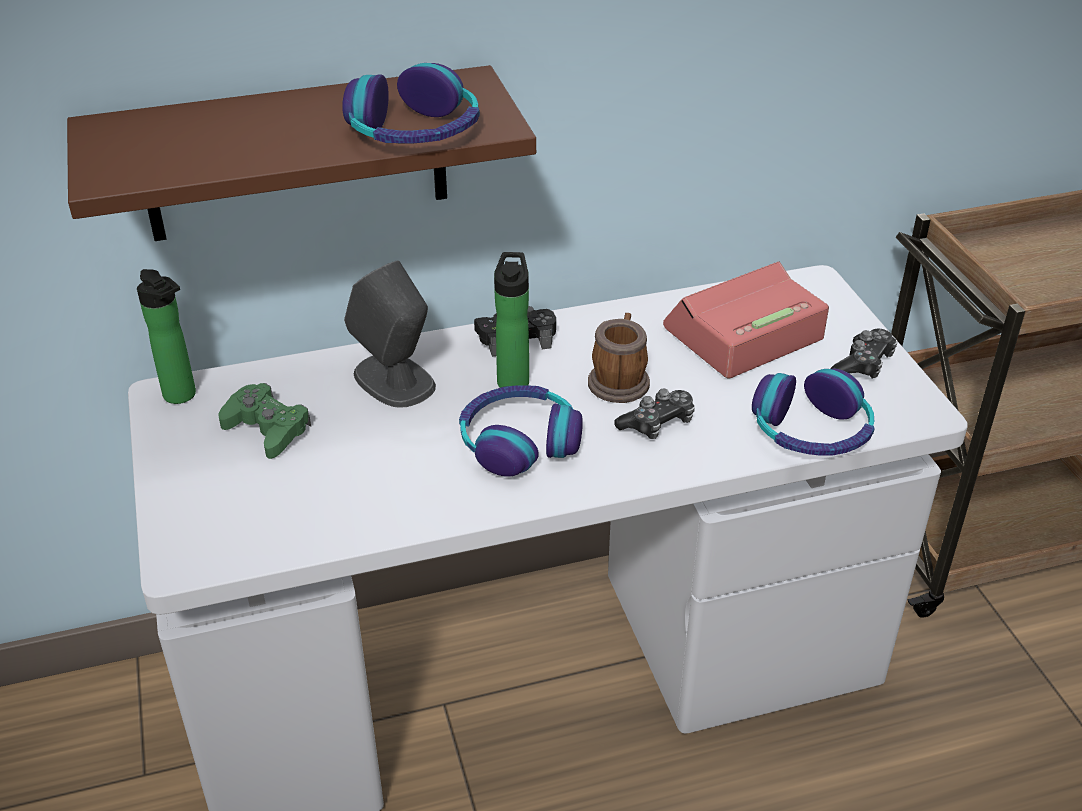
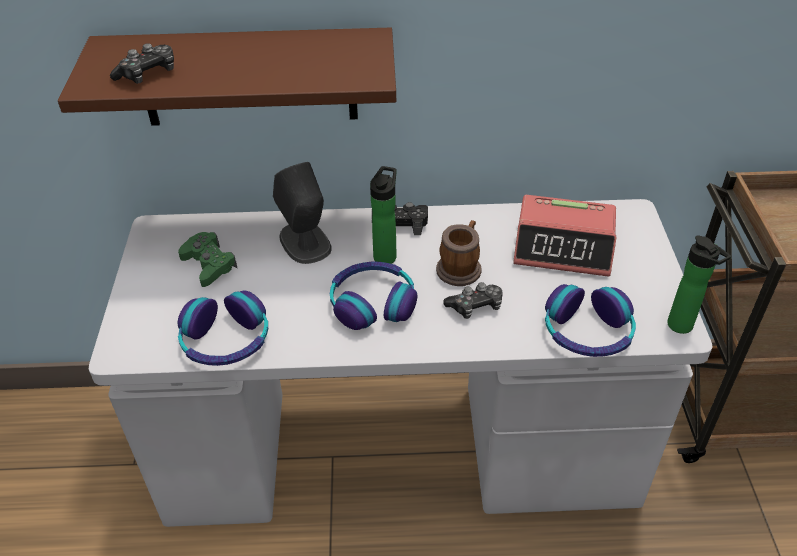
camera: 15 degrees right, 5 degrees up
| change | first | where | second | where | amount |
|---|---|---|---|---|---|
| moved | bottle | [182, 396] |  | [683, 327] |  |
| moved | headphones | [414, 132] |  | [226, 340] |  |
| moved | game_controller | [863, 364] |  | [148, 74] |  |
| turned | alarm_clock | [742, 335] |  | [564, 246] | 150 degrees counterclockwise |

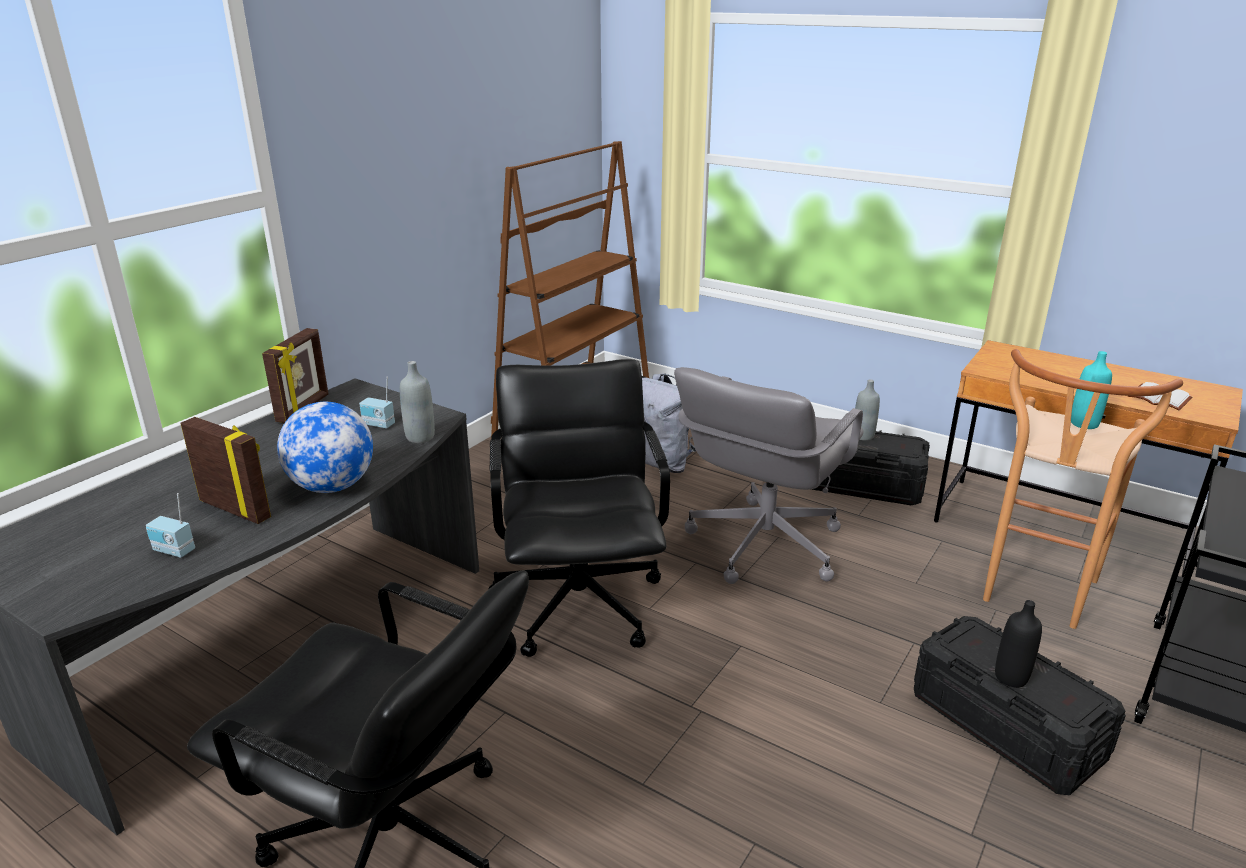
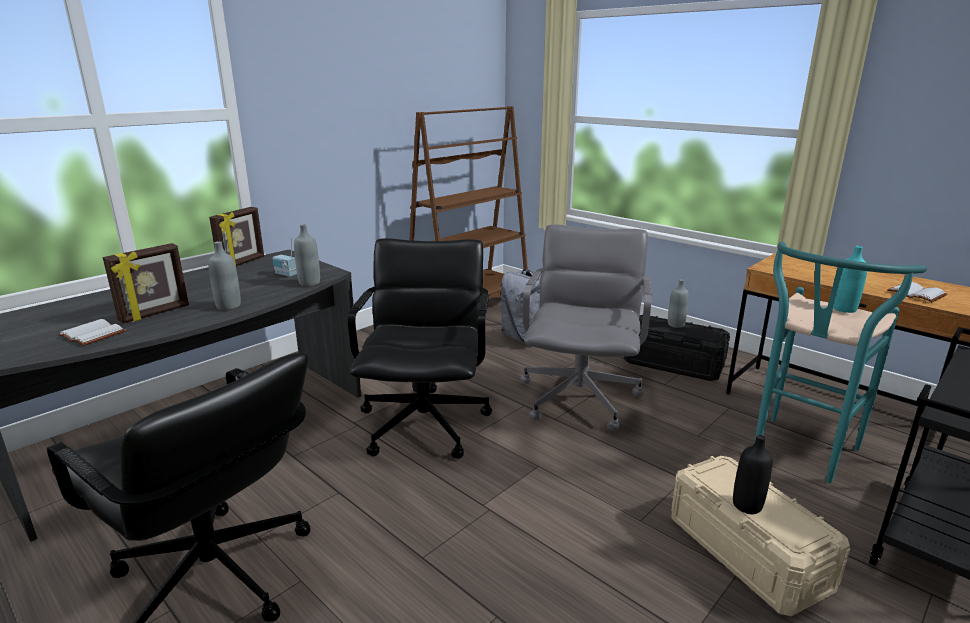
camera: 10 degrees right, 5 degrees down
| change | first | where | second | where | amount |
|---|---|---|---|---|---|
| replaced | radio | [173, 551] | white_book | [94, 334] |  |
| replaced | globe | [332, 487] | grey_bottle | [228, 306] |  |
| recoloured | black_storage_box | [1005, 726] | beige_storage_box | [746, 553] |  |
| recoloured | brown_stool | [1034, 595] | turquoise_stool | [799, 455] |  |
| turned | picture_frame | [236, 509] |  | [155, 314] | 90 degrees clockwise |
| turned | grey_office_chair | [762, 545] |  | [580, 397] | 150 degrees clockwise |

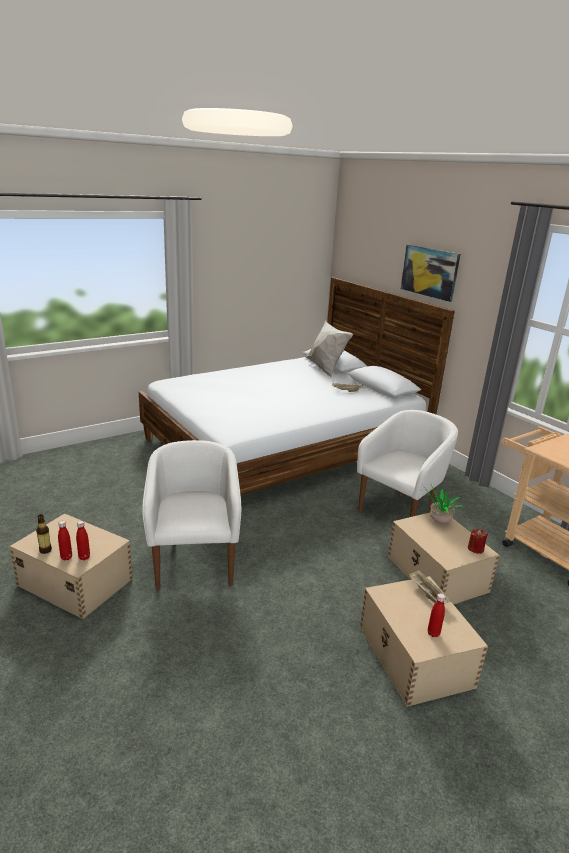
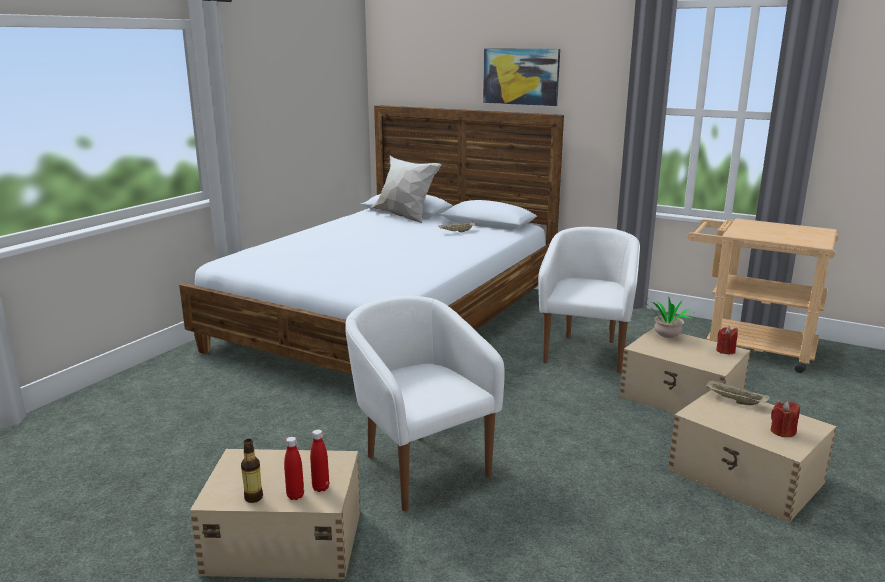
camera: 25 degrees left, 5 degrees down
| change | first | where | second | where | amount |
|---|---|---|---|---|---|
| replaced | red_bottle | [433, 633] | red_candle | [782, 432] |  |

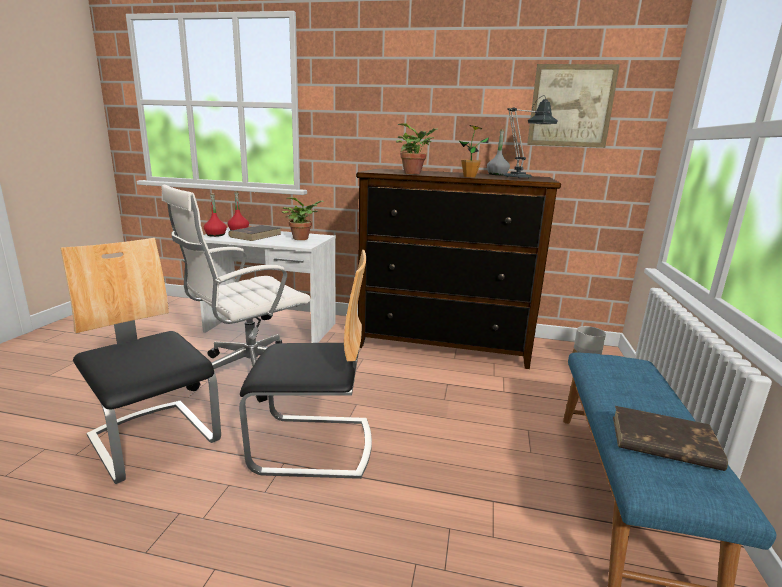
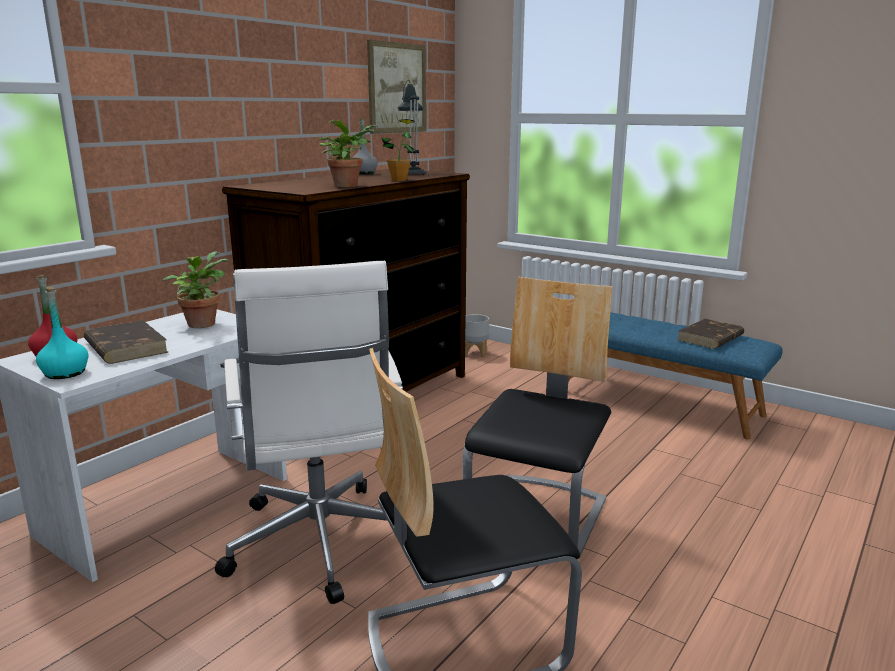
camera: 65 degrees left, 0 degrees up
| change | first | where | second | where | amount |
|---|---|---|---|---|---|
| recoloured | red_bottle | [215, 235] | turquoise_bottle | [65, 373] |  |

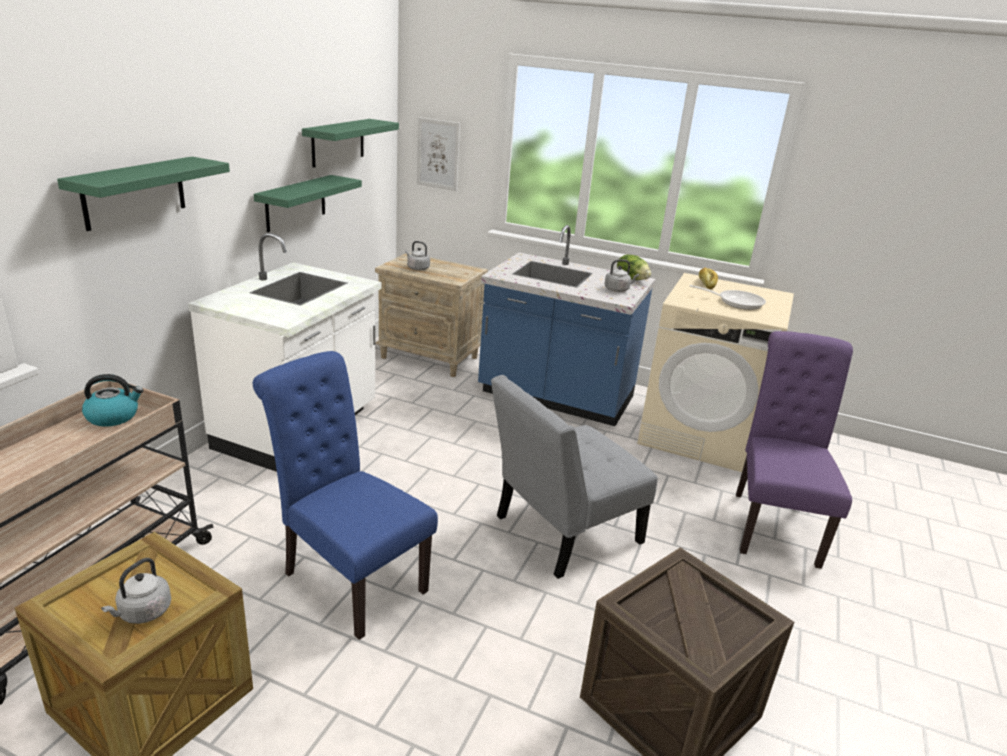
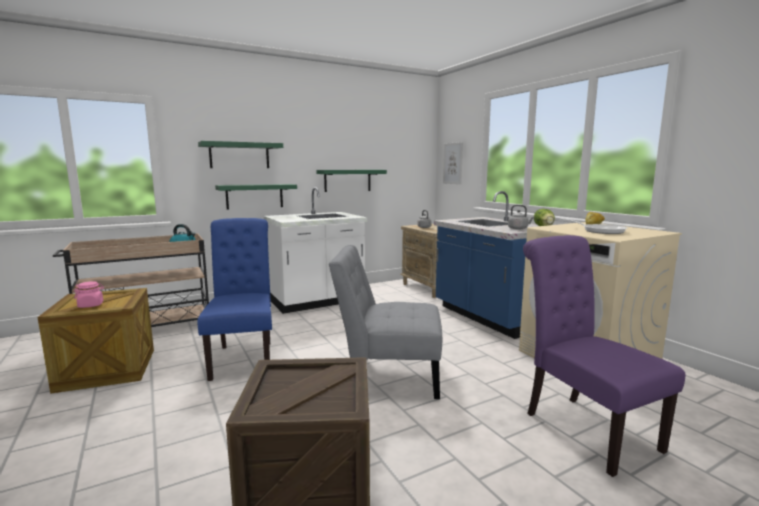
camera: 40 degrees right, 15 degrees down
| change | first | where | second | where | amount |
|---|---|---|---|---|---|
| moved | green_shelf | [338, 142] |  | [254, 196] |  |
| replaced | grey_kettle | [143, 613] | pink_jar | [91, 305] |  |
| turned | purple_chair | [773, 523] |  | [583, 427] | 75 degrees counterclockwise |

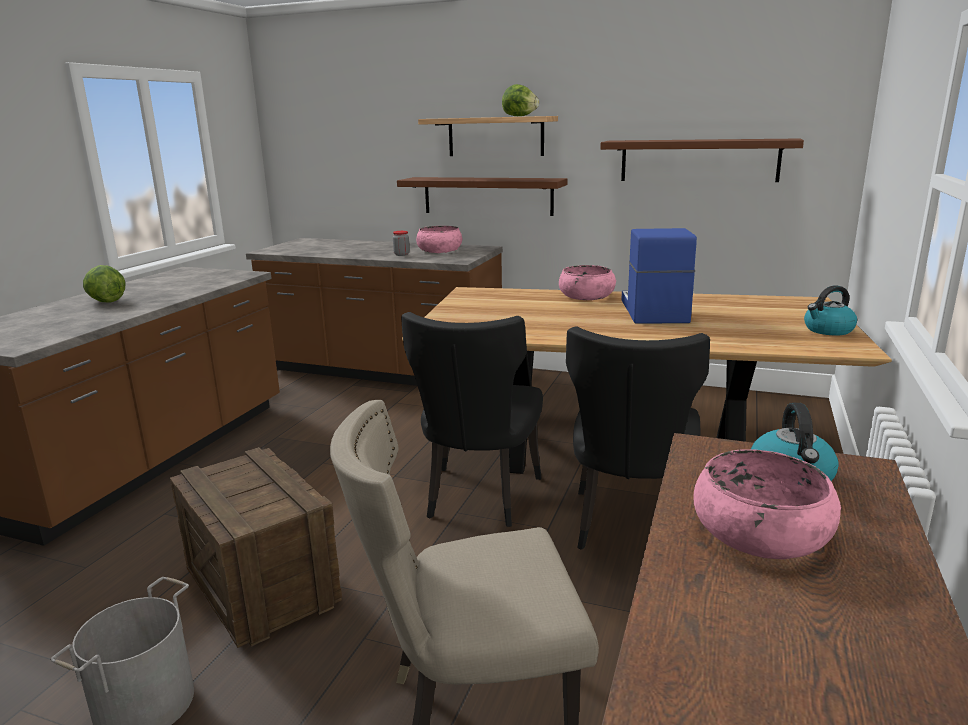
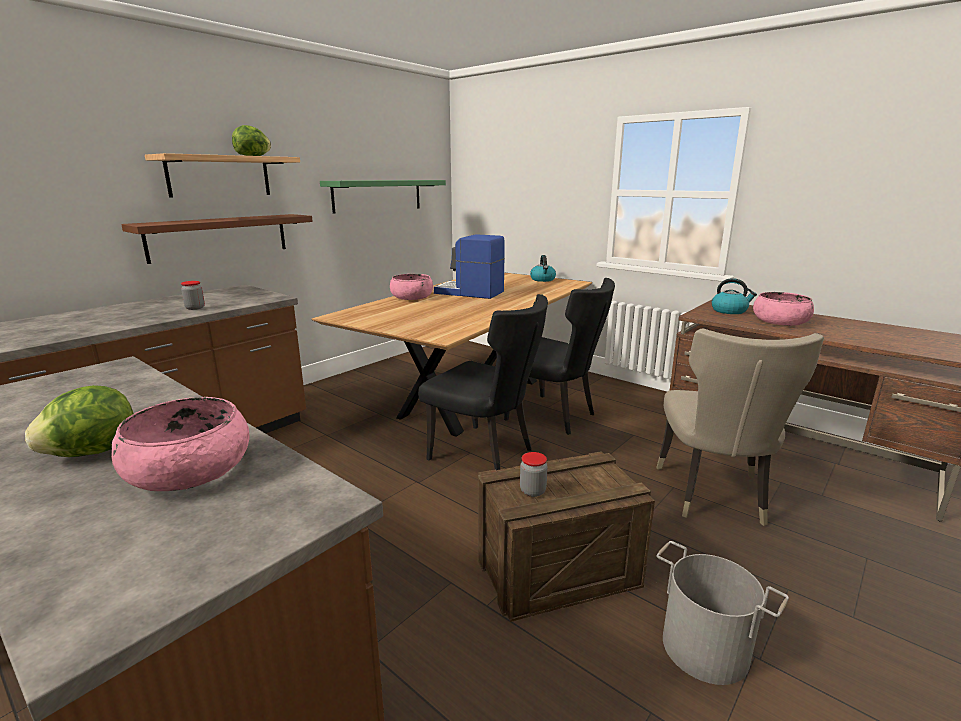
camera: 70 degrees left, 0 degrees up
| change | first | where | second | where | amount |
|---|---|---|---|---|---|
| added |  |  | jar | [532, 491] |  |
| moved | pink_bowl | [439, 251] |  | [189, 470] |  |
| recoloured | brown_shelf | [699, 160] | green_shelf | [378, 195] |  |

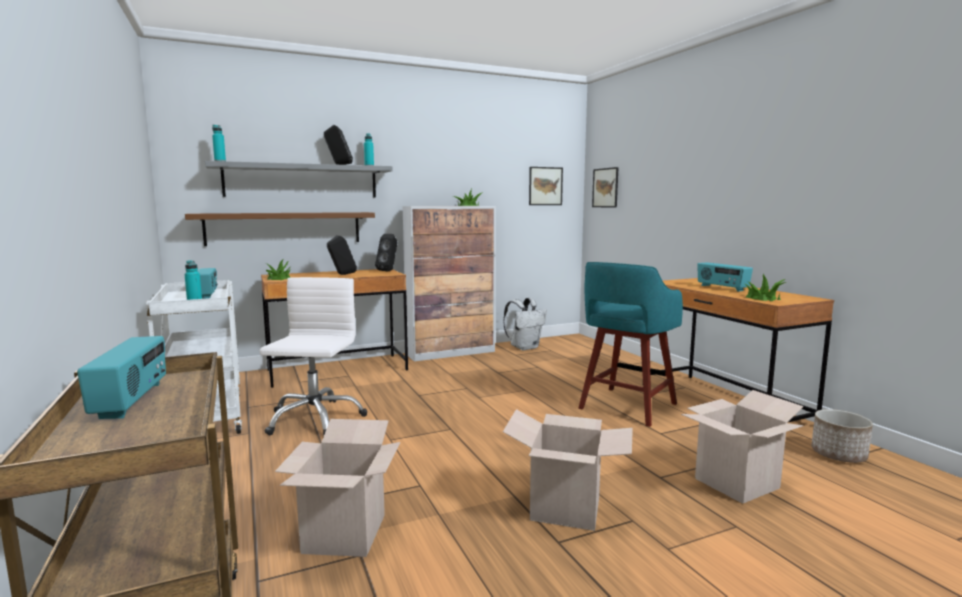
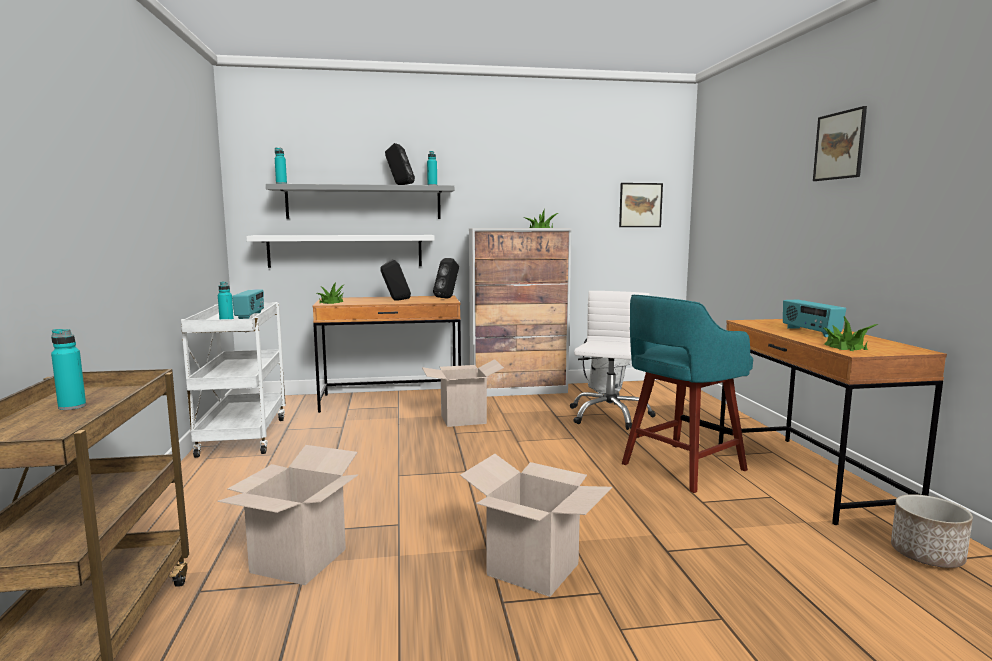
camera: 15 degrees right, 0 degrees up
| change | first | where | second | where | amount |
|---|---|---|---|---|---|
| moved | white_office_chair | [314, 419] |  | [609, 415] |  |
| moved | picture | [605, 187] |  | [839, 145] |  |
| moved | cardboard_box | [736, 483] |  | [463, 419] |  |
| replaced | radio | [132, 401] | turquoise_bottle | [72, 406] |  |
| recoloured | brown_shelf | [284, 228] | white_shelf | [345, 251] |  |

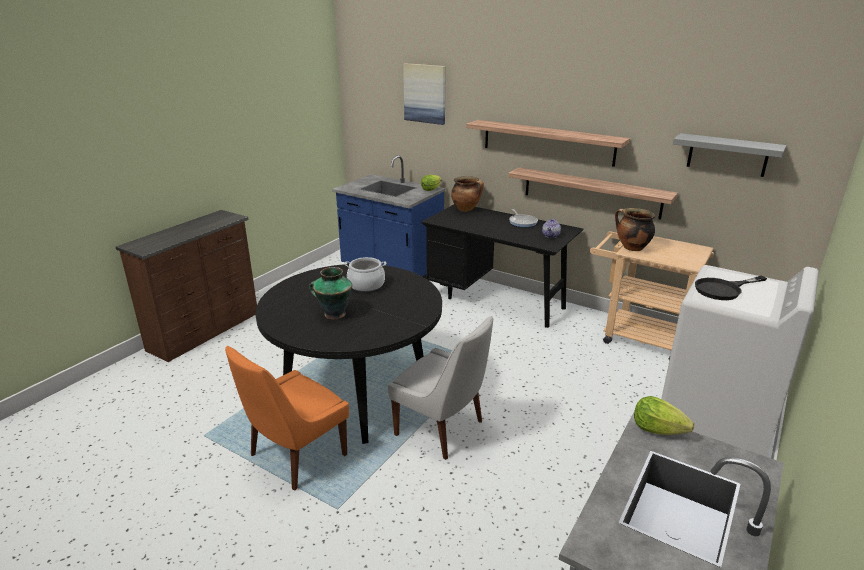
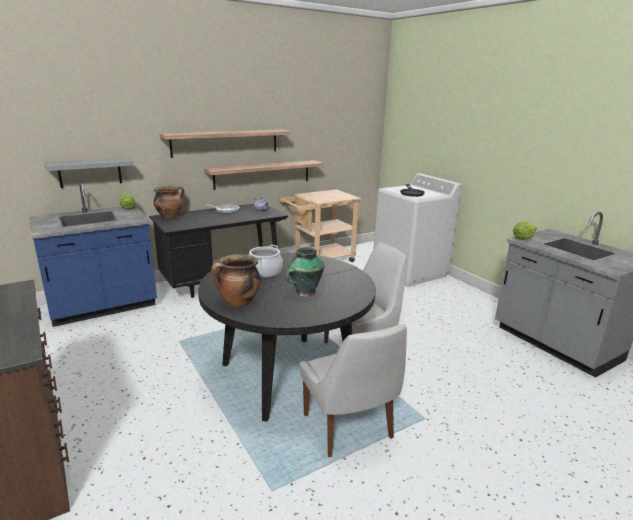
camera: 65 degrees left, 5 degrees down
| change | first | where | second | where | amount |
|---|---|---|---|---|---|
| removed | picture | [425, 93] |  |  |  |
| moved | cooking_pot | [631, 248] |  | [238, 303] |  |
| moved | grey_shelf | [727, 155] |  | [90, 172] |  |
| recoloured | orange_chair | [295, 457] | white_chair | [349, 428] |  |

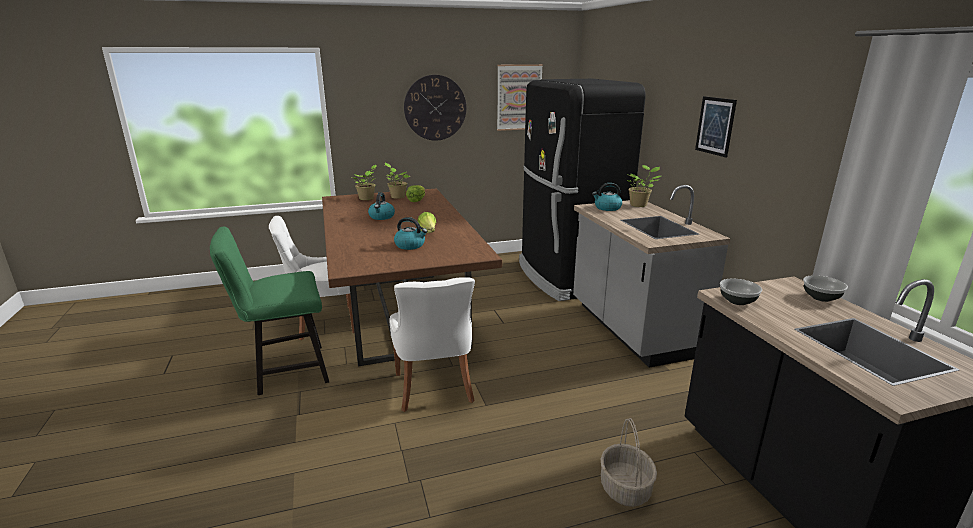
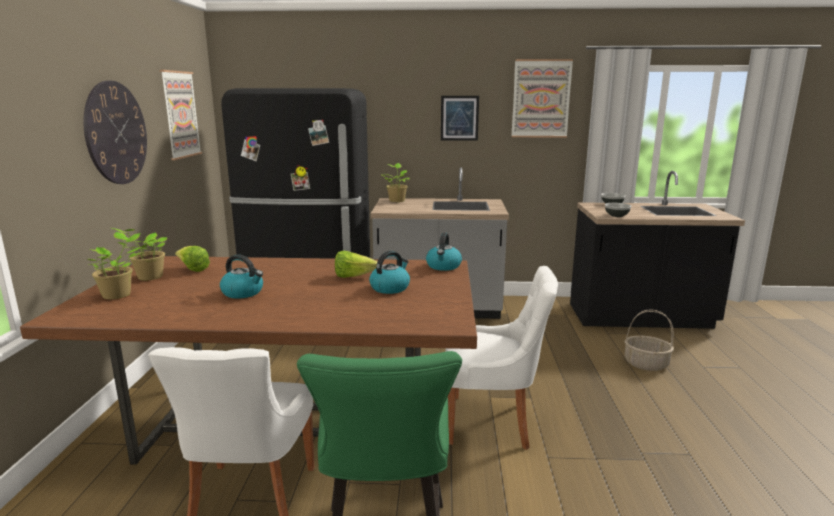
camera: 70 degrees left, 5 degrees down
| change | first | where | second | where | amount |
|---|---|---|---|---|---|
| added |  |  | picture | [541, 99] |  |
| moved | kettle | [607, 208] |  | [443, 266] |  |

